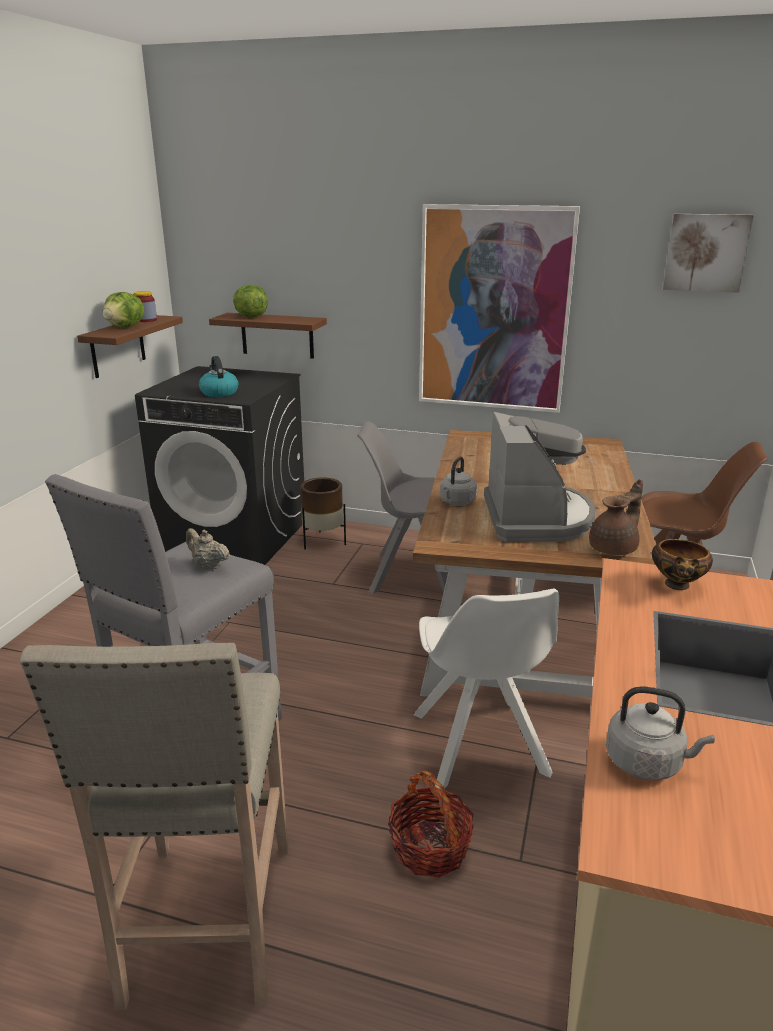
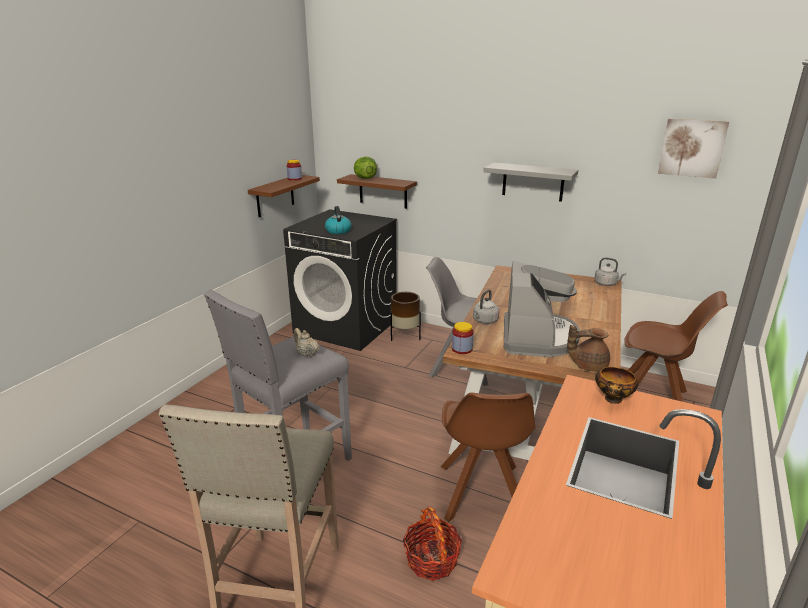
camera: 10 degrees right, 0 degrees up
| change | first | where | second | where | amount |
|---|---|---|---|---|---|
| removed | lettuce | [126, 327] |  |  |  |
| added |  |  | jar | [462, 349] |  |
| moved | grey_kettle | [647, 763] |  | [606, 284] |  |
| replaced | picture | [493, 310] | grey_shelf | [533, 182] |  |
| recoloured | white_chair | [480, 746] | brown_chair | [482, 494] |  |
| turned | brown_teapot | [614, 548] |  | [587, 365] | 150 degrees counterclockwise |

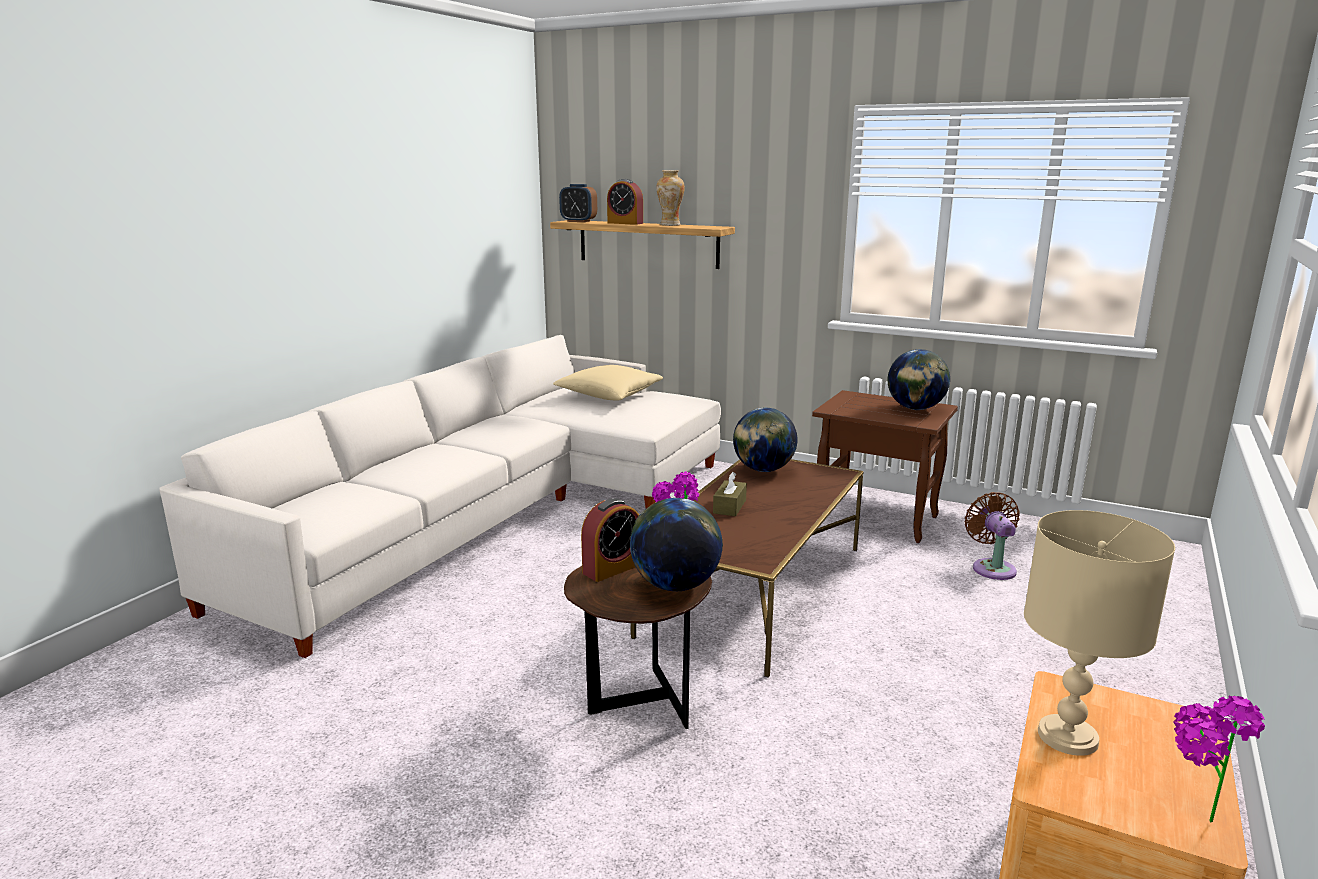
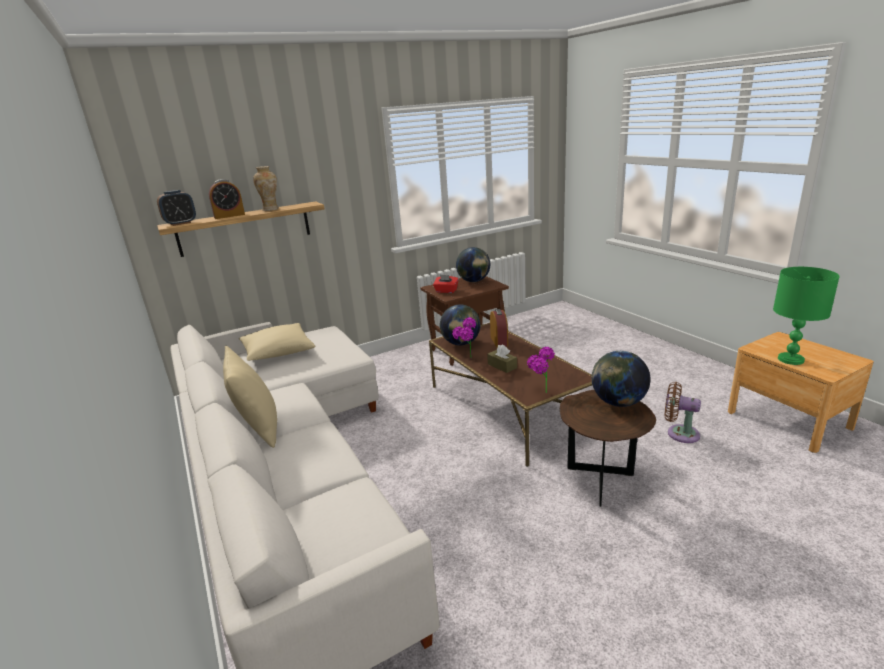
camera: 55 degrees left, 5 degrees up
| change | first | where | second | where | amount |
|---|---|---|---|---|---|
| added |  |  | beige_pillow | [259, 428] |  |
| added |  |  | red_tissue_box | [446, 291] |  |
| moved | alarm_clock | [612, 568] |  | [499, 341] |  |
| moved | brown_fan | [992, 567] |  | [679, 433] |  |
| moved | potted_plant | [1189, 816] |  | [466, 360] |  |
| recoloured | beige_table_lamp | [1067, 736] | green_table_lamp | [790, 359] |  |

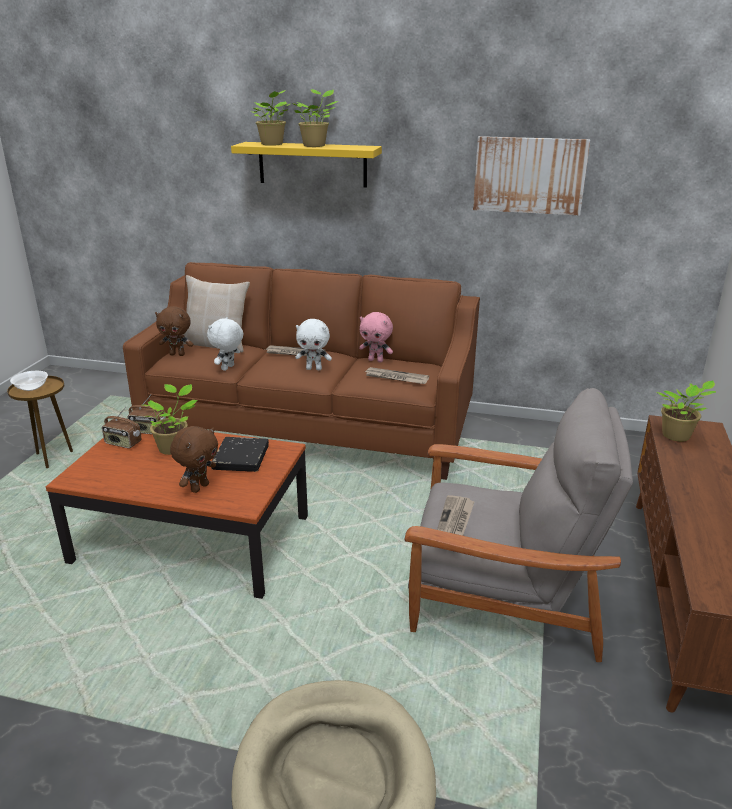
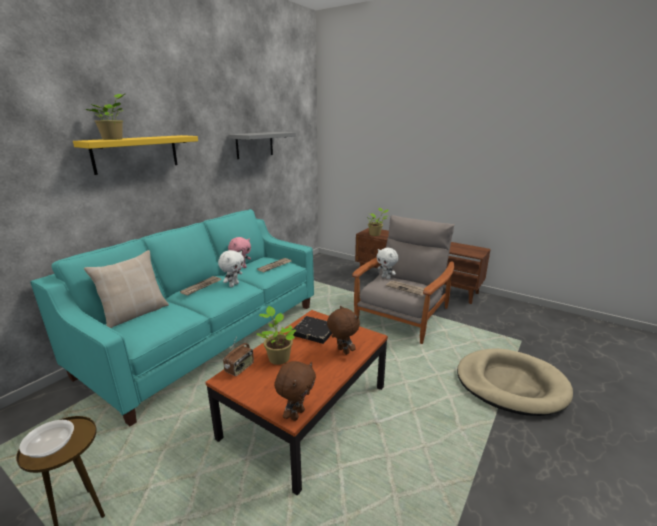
camera: 70 degrees left, 5 degrees down
| change | first | where | second | where | amount |
|---|---|---|---|---|---|
| removed | radio | [123, 443] |  |  |  |
| removed | potted_plant | [315, 145] |  |  |  |
| moved | brown_plush_toy | [178, 354] |  | [296, 414] |  |
| moved | white_plush_toy | [228, 368] |  | [386, 277] |  |
| replaced | picture | [529, 175] | grey_shelf | [254, 145] |  |
| recoloured | brown_sofa | [311, 427] | turquoise_sofa | [209, 338] |  |

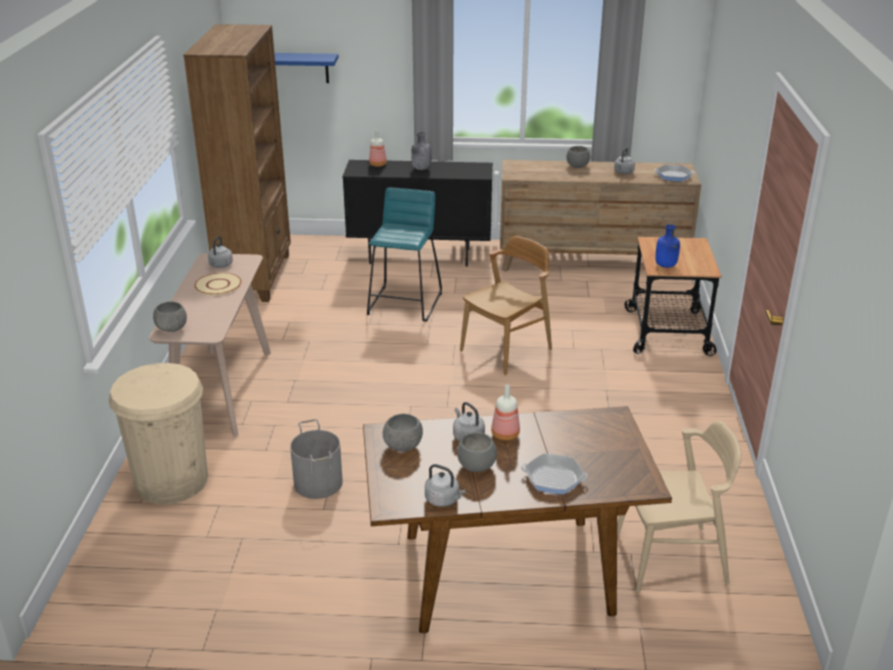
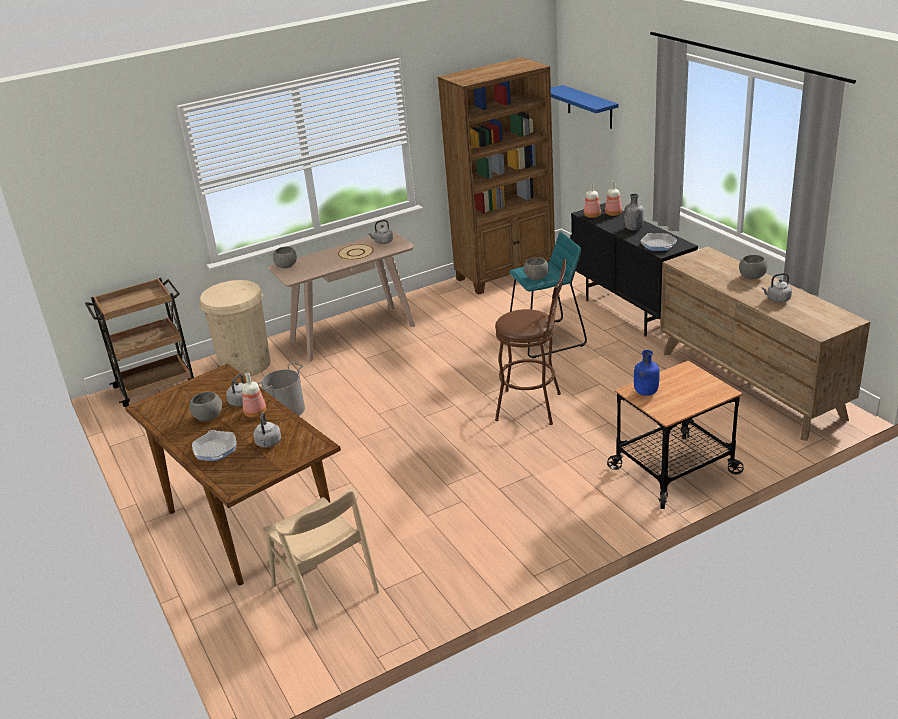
camera: 60 degrees right, 0 degrees up
| change | first | where | second | where | amount |
|---|---|---|---|---|---|
| added |  |  | brown_cart | [156, 385] |  |
| added |  |  | bottle | [592, 215] |  |
| moved | grey_bowl | [403, 446] |  | [536, 278] |  |
| moved | grey_kettle | [444, 500] |  | [268, 443] |  |
| moved | frying_pan | [673, 176] |  | [658, 245] |  |
| replaced | brown_chair | [506, 350] | brown_stool | [535, 407] |  |

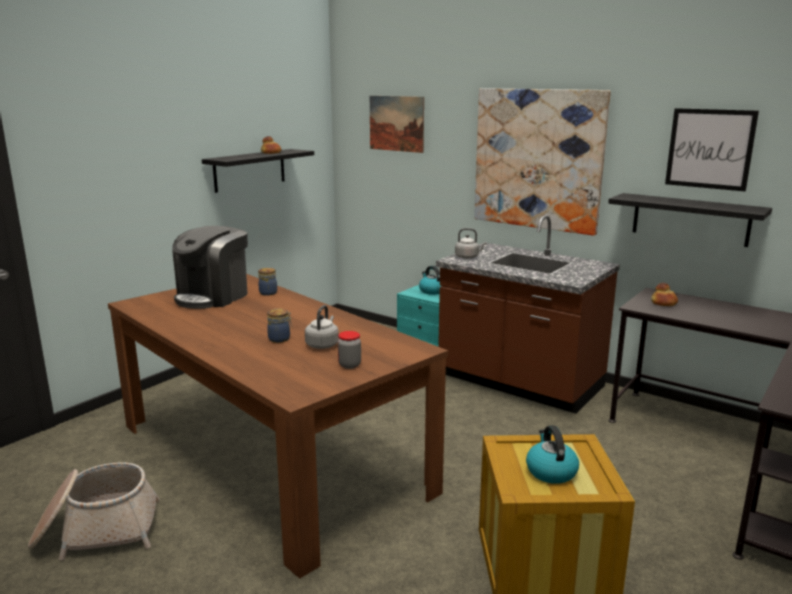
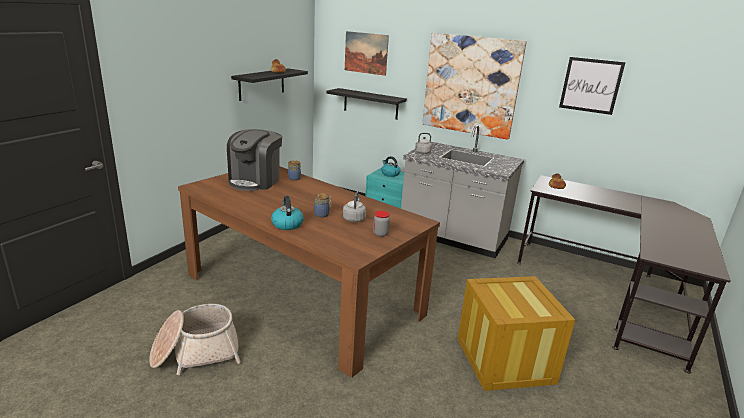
camera: 10 degrees left, 5 degrees up
| change | first | where | second | where | amount |
|---|---|---|---|---|---|
| moved | kettle | [550, 471] |  | [287, 224] |  |
| moved | black_shelf | [690, 219] |  | [370, 104] |  |
| recoloured | brown_counter | [519, 383] | grey_counter | [453, 237] |  |

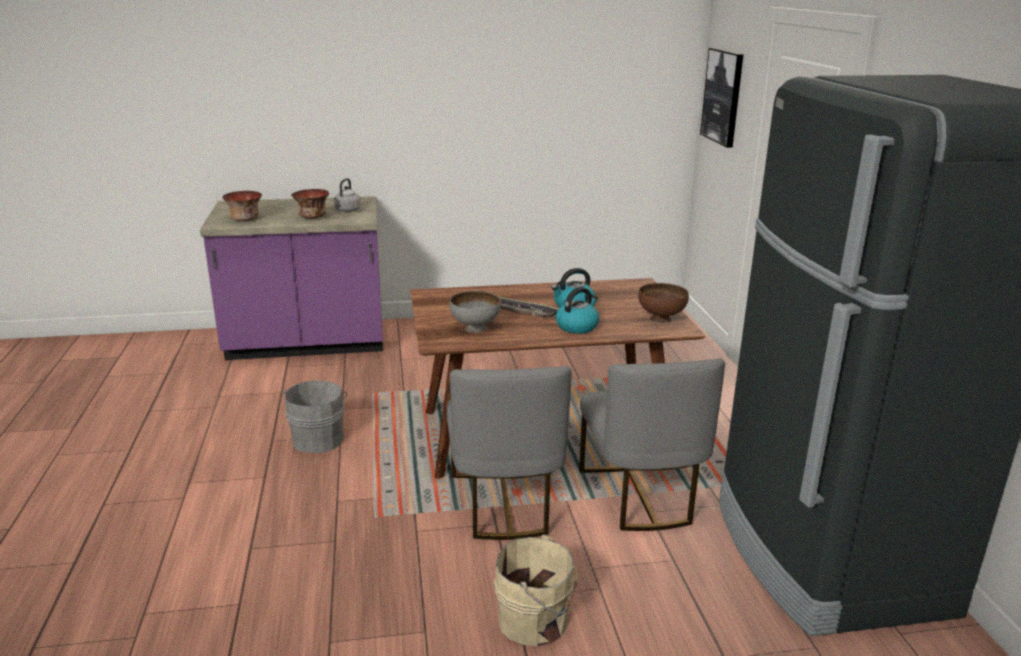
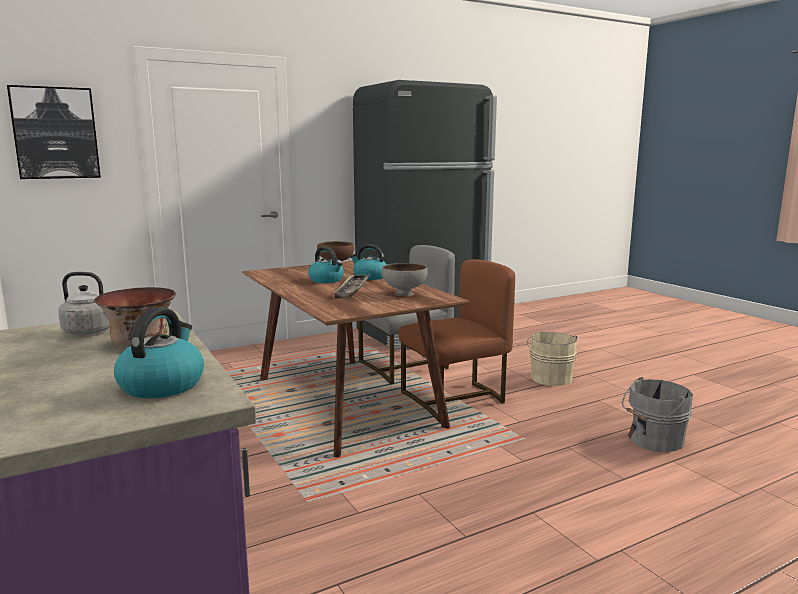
camera: 110 degrees left, 10 degrees down
| change | first | where | second | where | amount |
|---|---|---|---|---|---|
| moved | grey_bucket | [319, 438] |  | [653, 440] |  |
| replaced | bowl | [245, 219] | kettle | [162, 385] |  |
| recoloured | grey_chair | [505, 504] | brown_chair | [456, 400] |  |

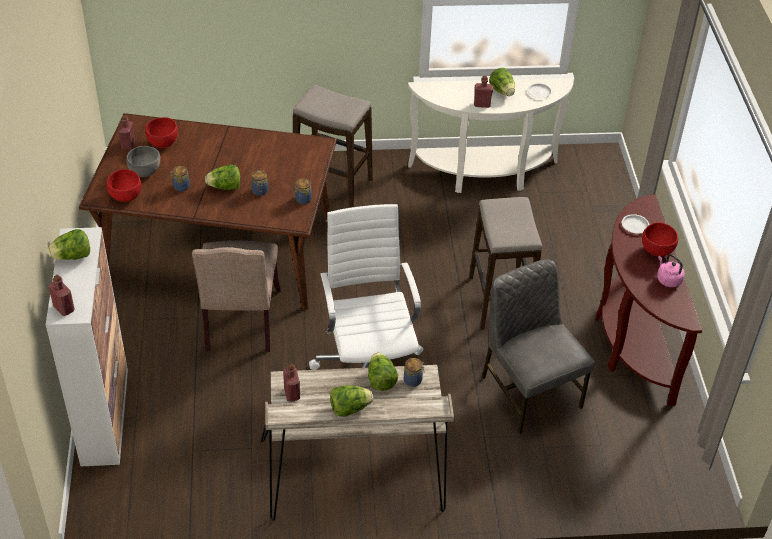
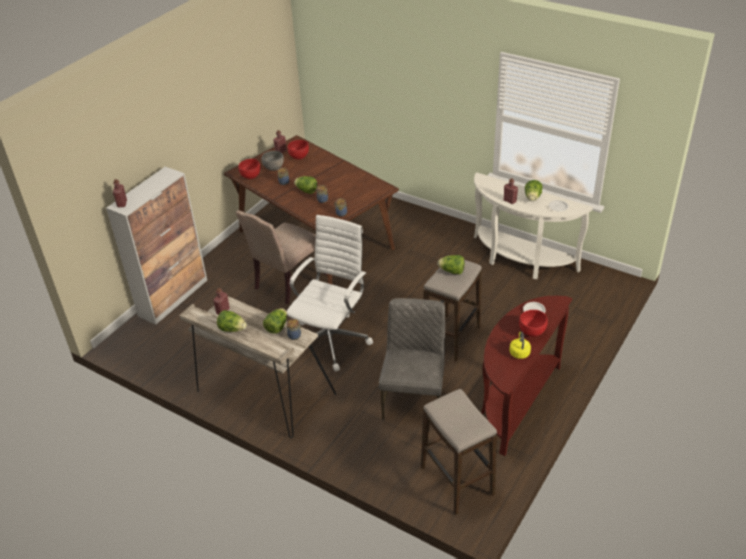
camera: 40 degrees right, 5 degrees down
| change | first | where | second | where | amount |
|---|---|---|---|---|---|
| moved | lettuce | [72, 256] |  | [452, 271] |  |
| moved | stool | [332, 184] |  | [457, 481] |  |
| recoloured | pink_kettle | [667, 279] | yellow_kettle | [519, 352] |  |

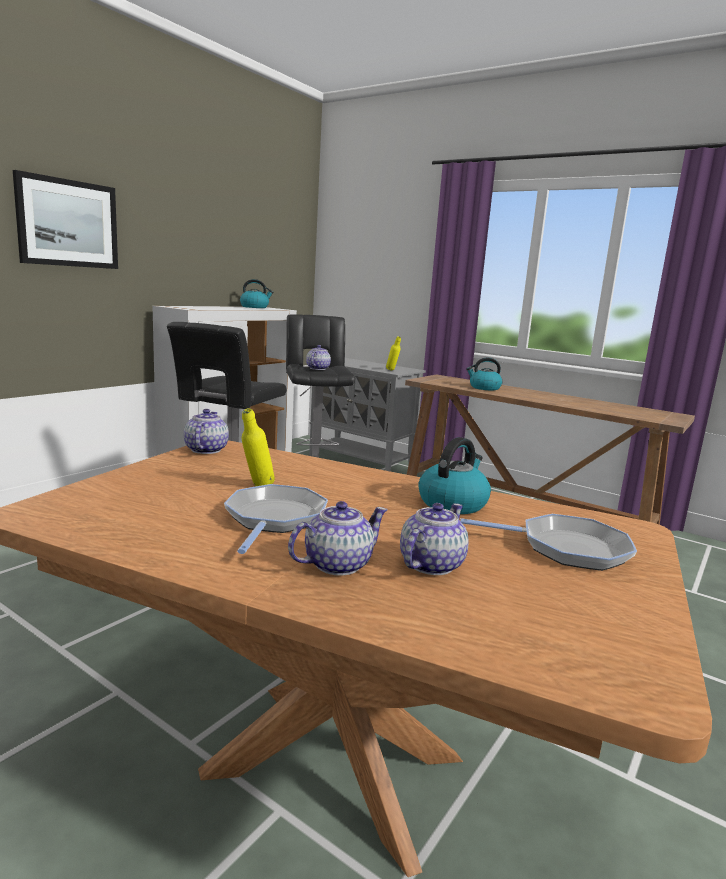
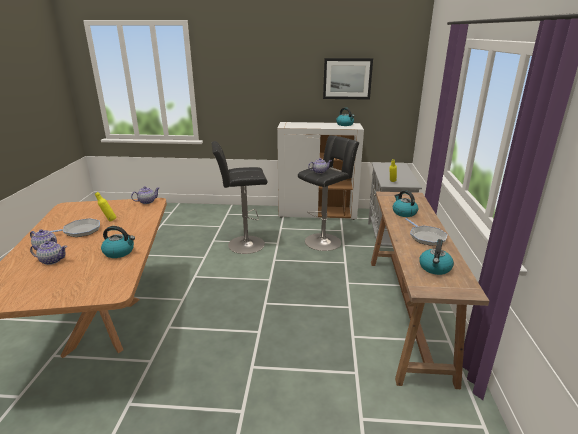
camera: 60 degrees right, 10 degrees up
| change | first | where | second | where | amount |
|---|---|---|---|---|---|
| added |  |  | kettle | [435, 268] |  |
| moved | picture | [68, 223] |  | [347, 78] |  |
| moved | frying_pan | [567, 548] |  | [426, 237] |  |

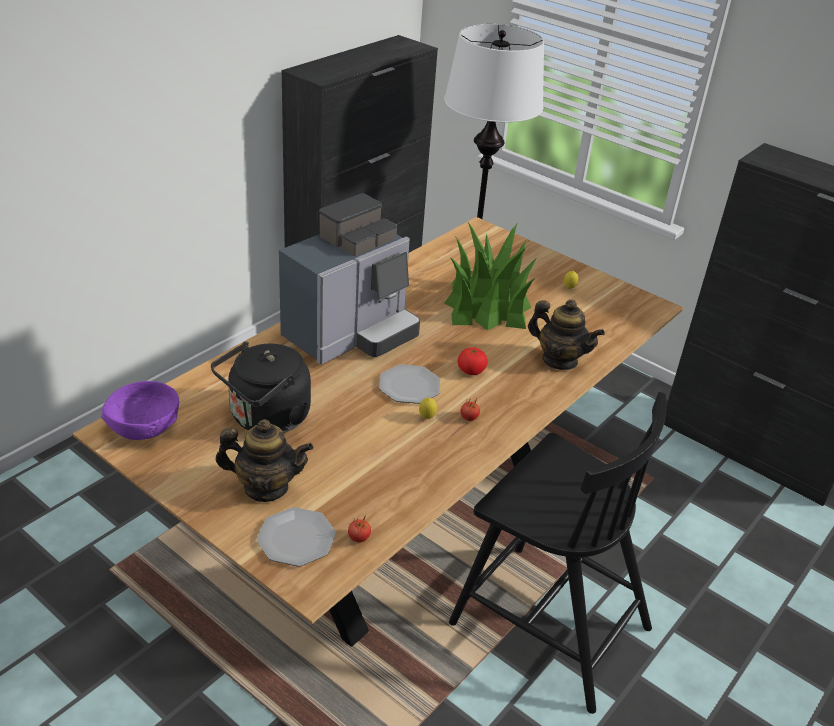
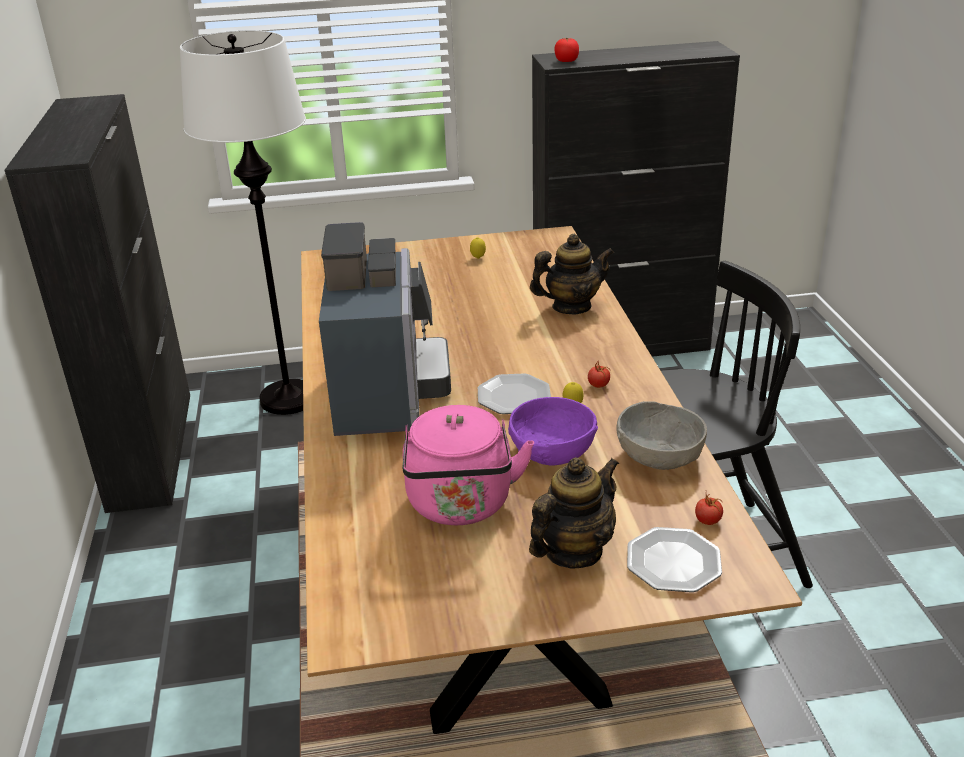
camera: 45 degrees left, 5 degrees down
| change | first | where | second | where | amount |
|---|---|---|---|---|---|
| removed | potted_plant | [487, 304] |  |  |  |
| added |  |  | grey_bowl | [660, 456] |  |
| moved | purple_bowl | [144, 427] |  | [551, 451] |  |
| moved | tomato | [471, 371] |  | [566, 61] |  |
| recoloured | black_kettle | [266, 419] | pink_kettle | [461, 506] |  |

